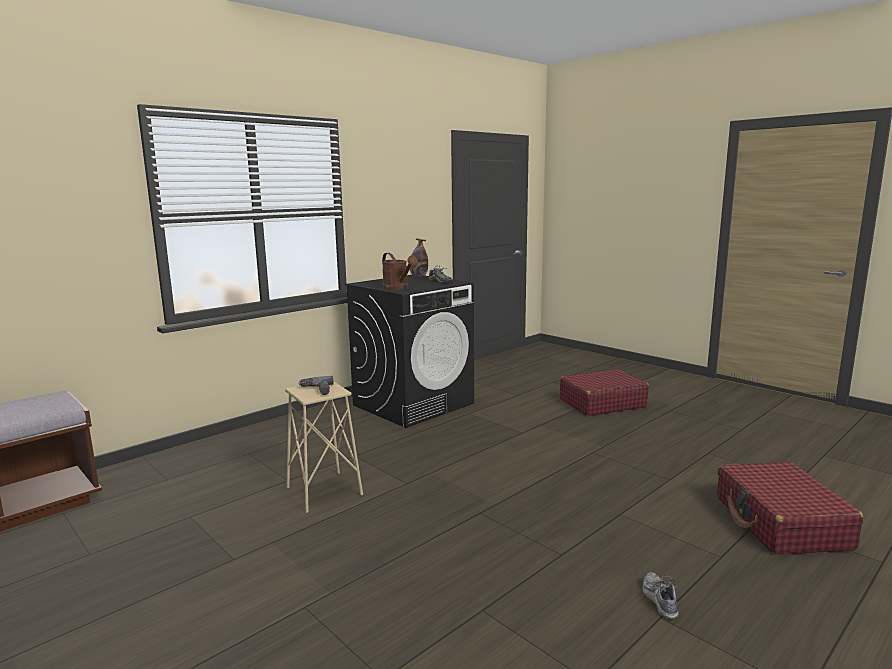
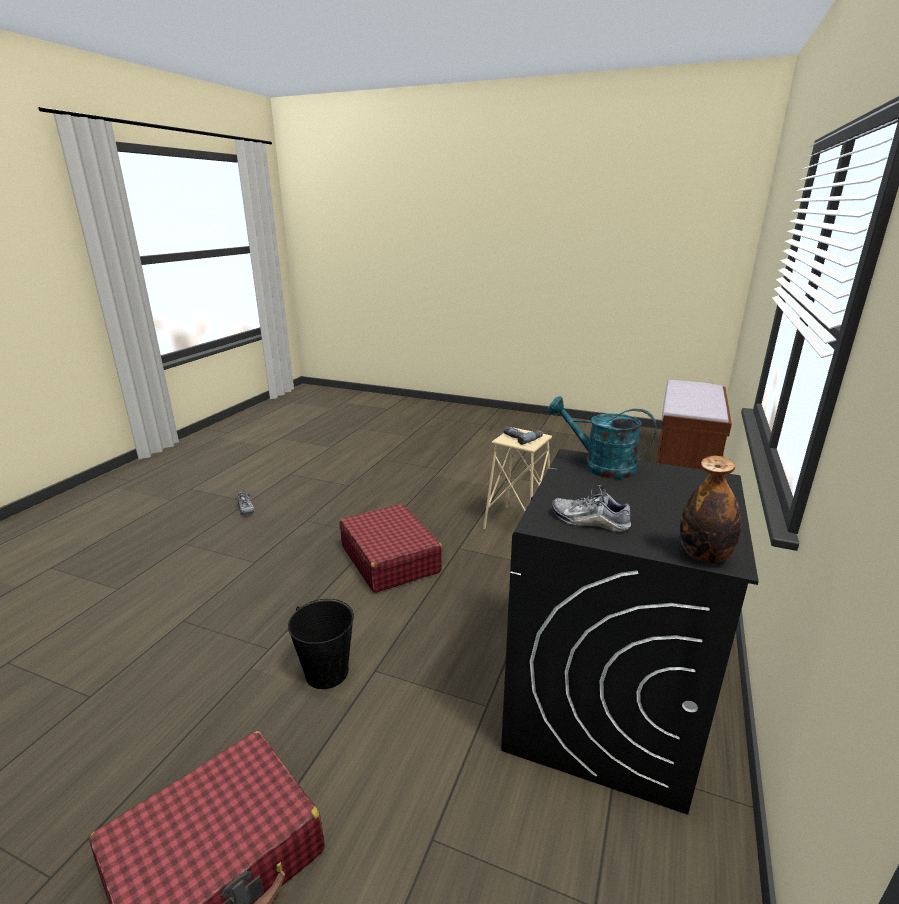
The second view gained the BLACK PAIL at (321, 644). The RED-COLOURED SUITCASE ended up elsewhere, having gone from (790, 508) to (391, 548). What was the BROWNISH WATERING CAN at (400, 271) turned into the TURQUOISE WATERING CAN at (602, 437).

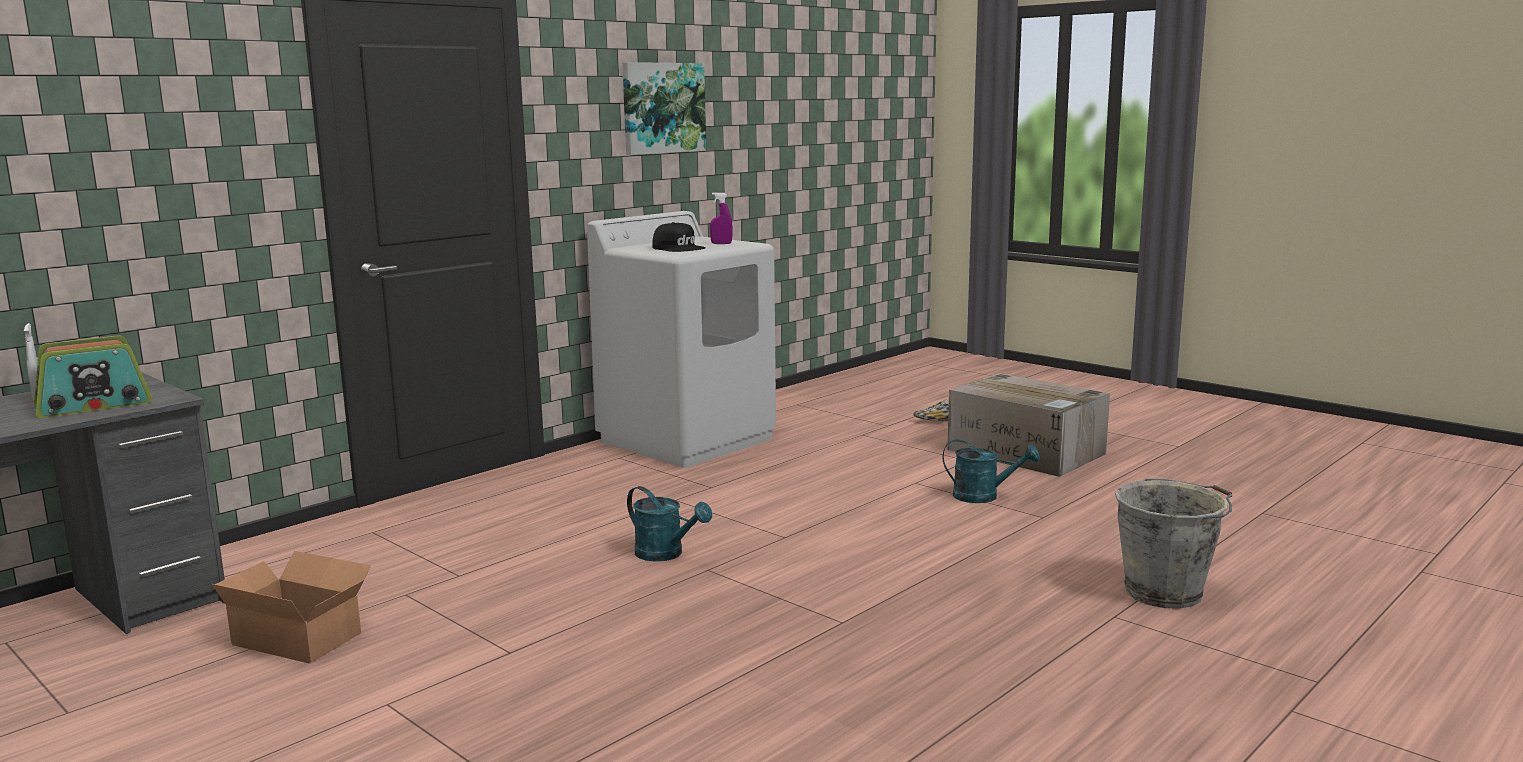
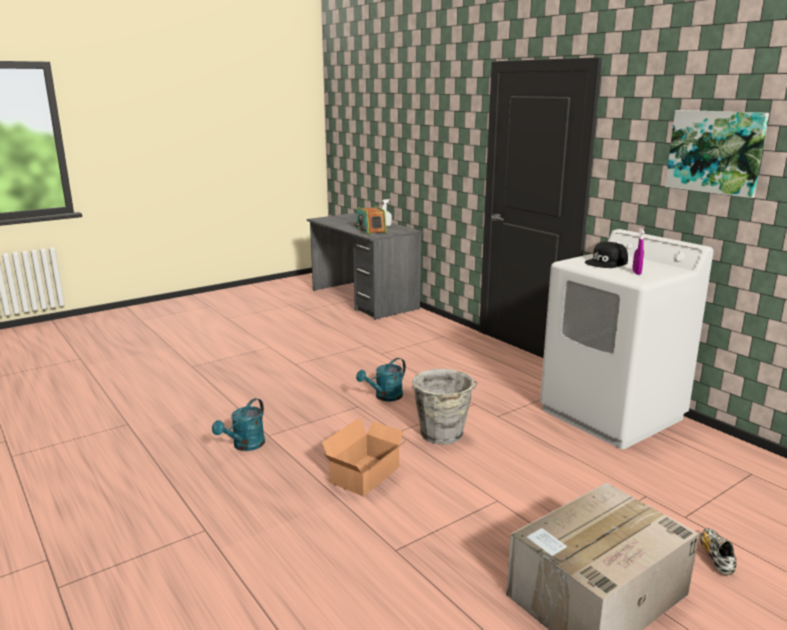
The PACKING BOX ended up elsewhere, having gone from (291, 607) to (366, 457). The TURQUOISE WATERING CAN ended up elsewhere, having gone from (991, 471) to (238, 424). The GRAY PAIL ended up elsewhere, having gone from (1173, 544) to (444, 407).

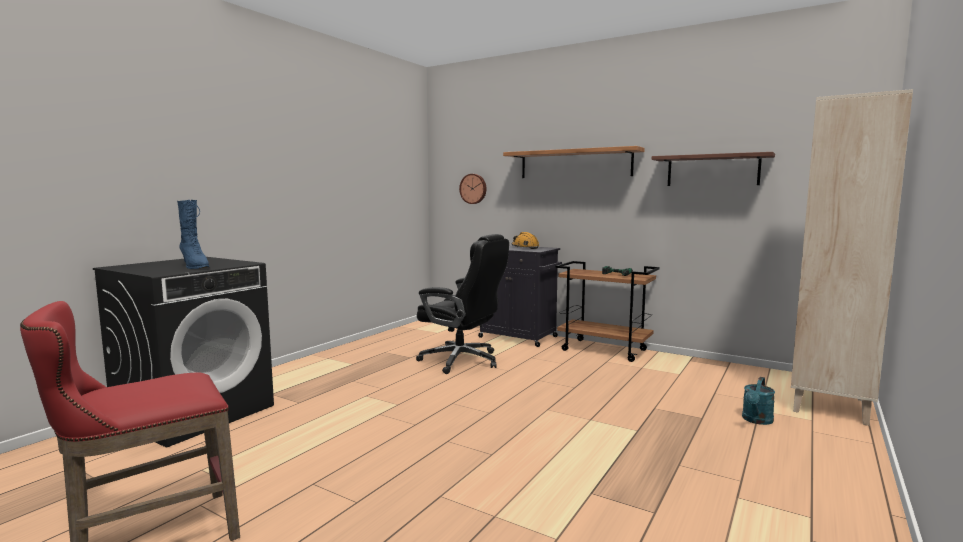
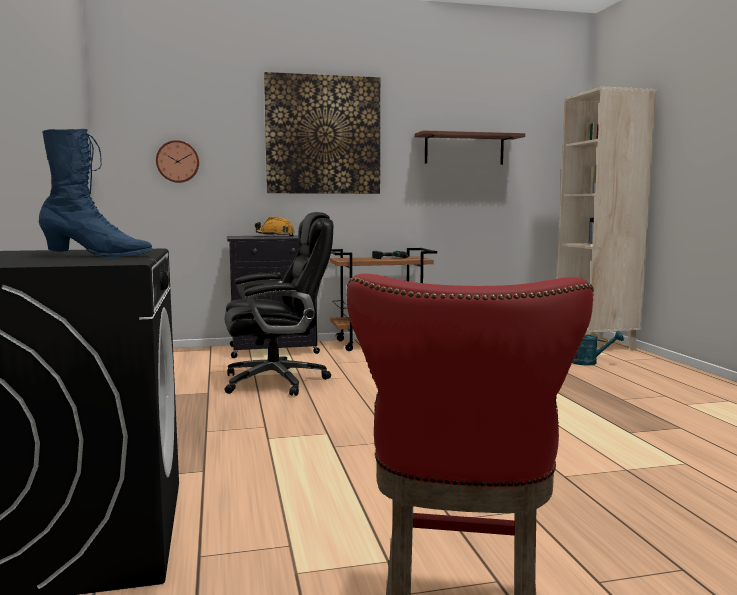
Where the WALL SHELF hung at (574, 162), the WALL ART came to hang at (322, 133). The TURQUOISE WATERING CAN at (758, 401) ended up facing another way, 60 degrees counterclockwise from before.

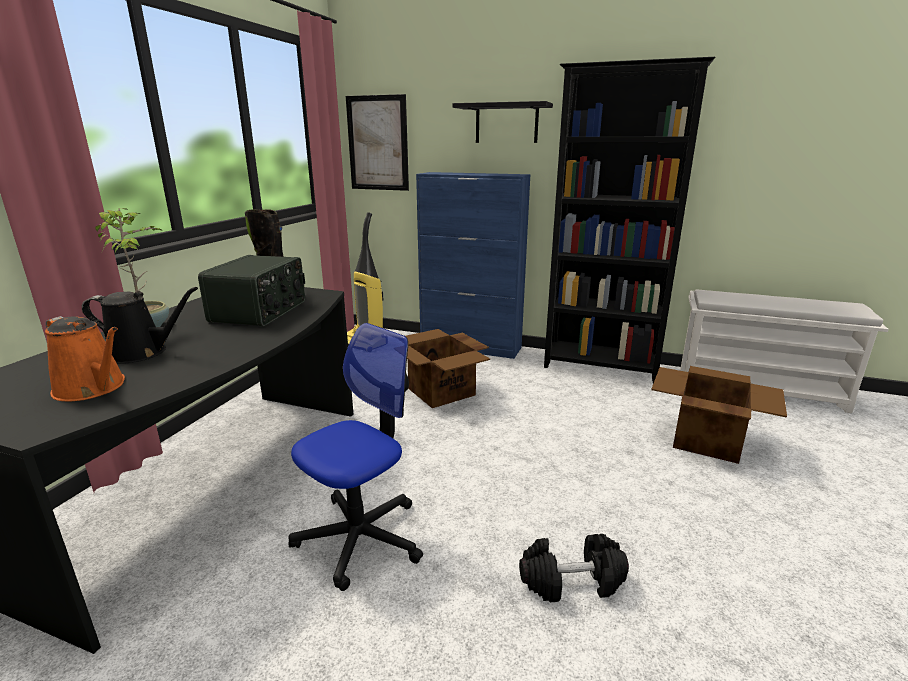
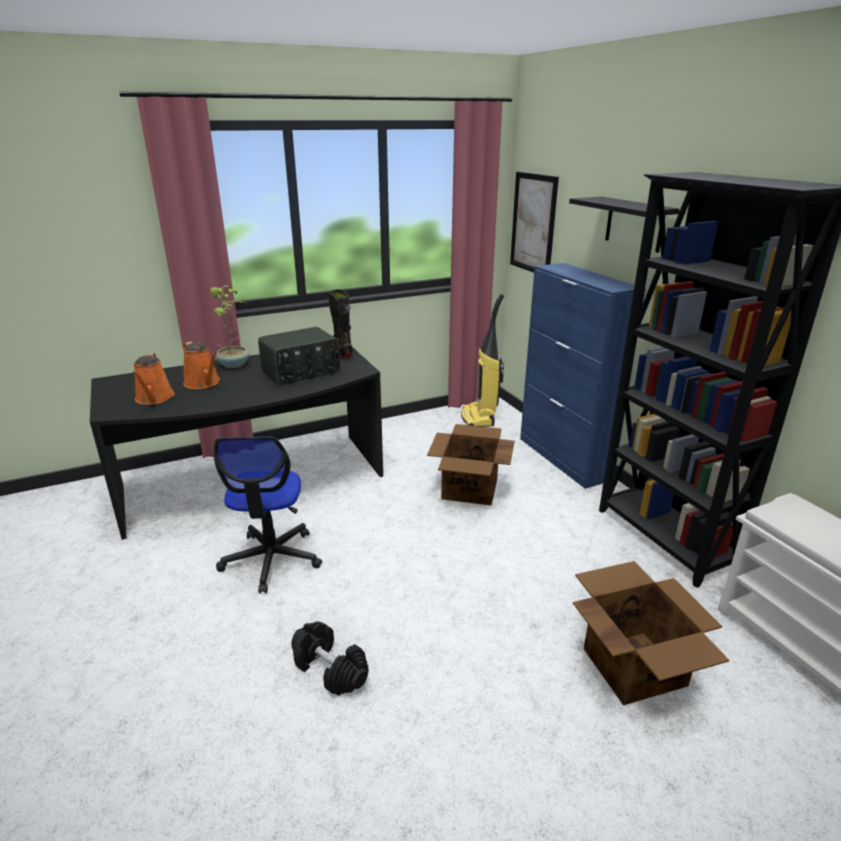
What was the BLACK WATERING CAN at (140, 325) turned into the ORANGE-COLOURED WATERING CAN at (201, 365). The COMPUTER CHAIR at (355, 457) ended up facing another way, 90 degrees clockwise from before.

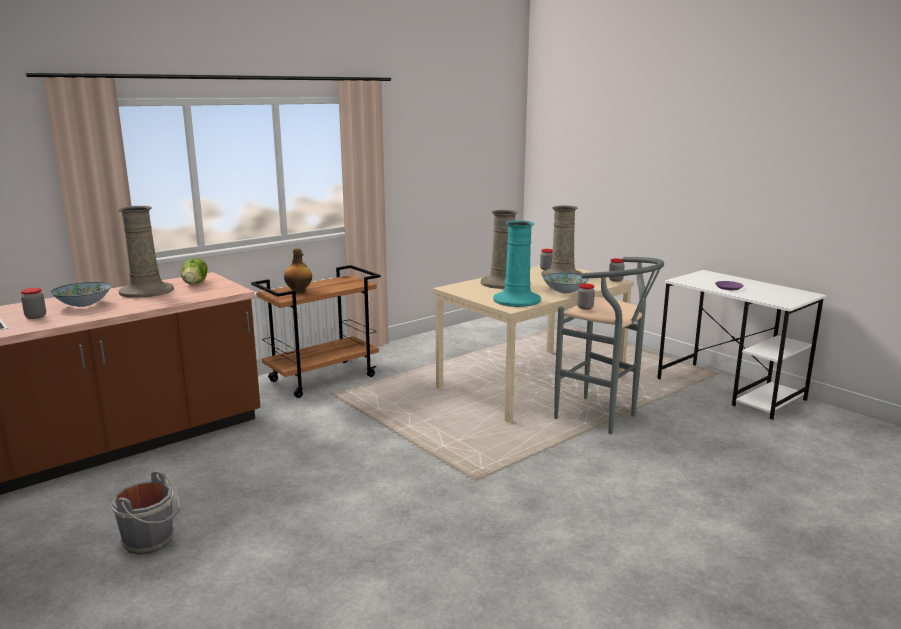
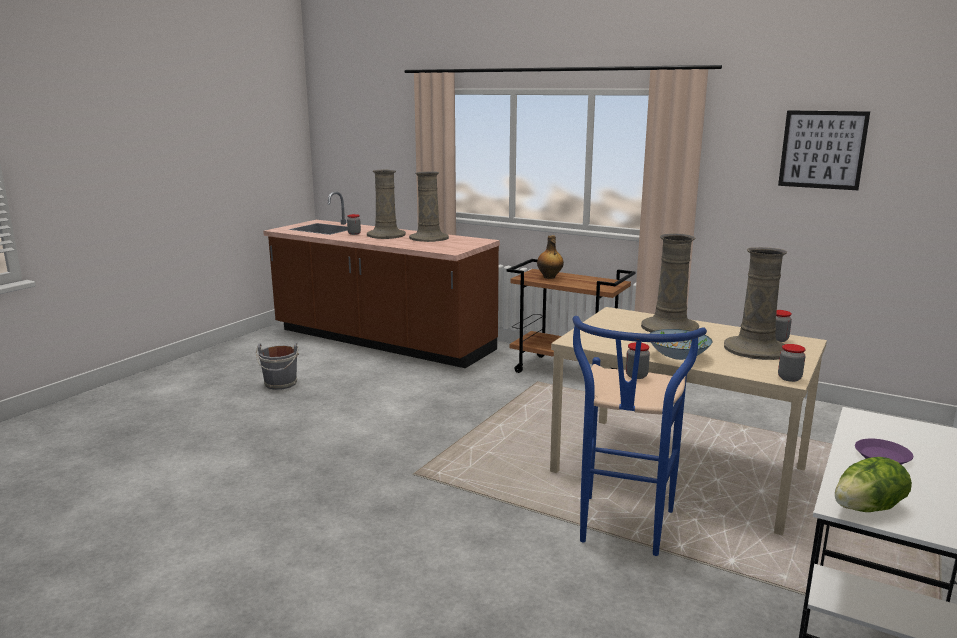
The second view lost the TURQUOISE VASE at (517, 263). The second view gained the WALL ART at (824, 150). The LETTUCE ended up elsewhere, having gone from (194, 271) to (873, 484). Where the BOWL stood at (81, 294), the BEIGE-COLOURED VASE came to stand at (386, 204). What was the GRAY STOOL at (609, 345) turned into the BLUISH STOOL at (640, 436).

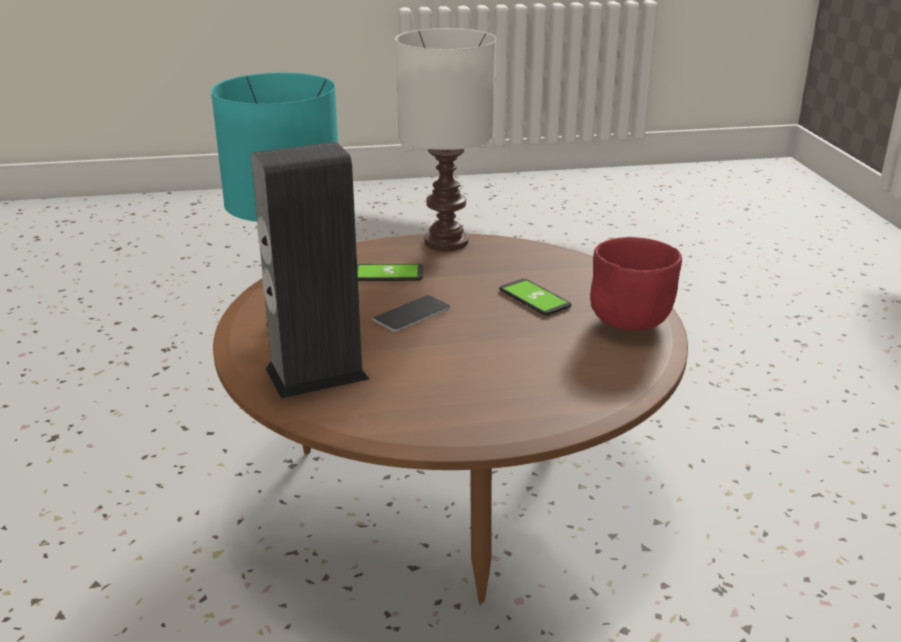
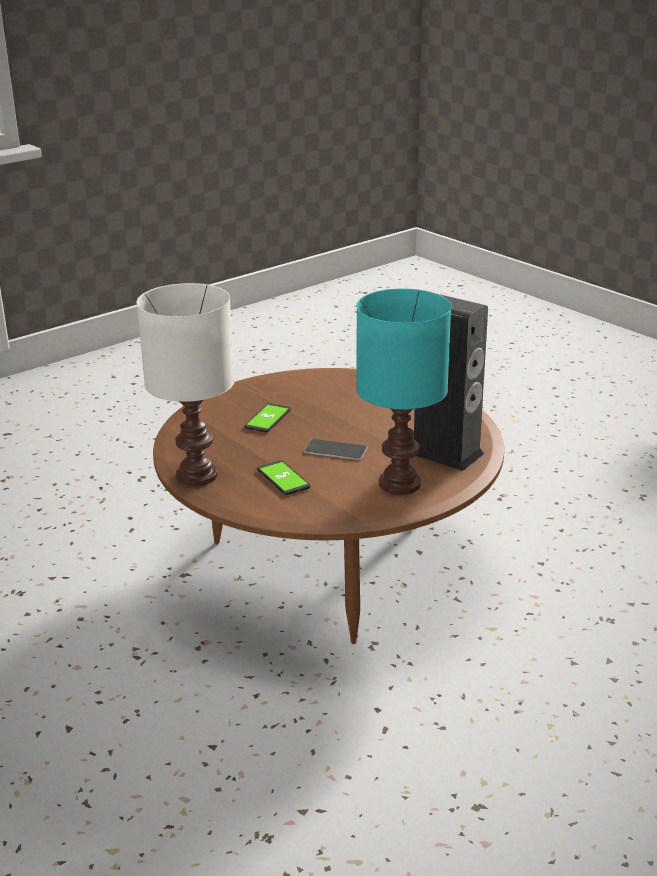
The second view lost the RED-COLOURED BOWL at (636, 284).

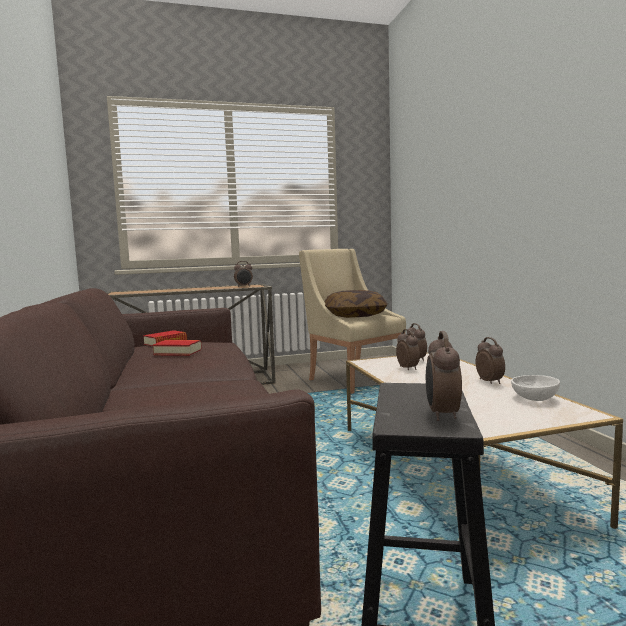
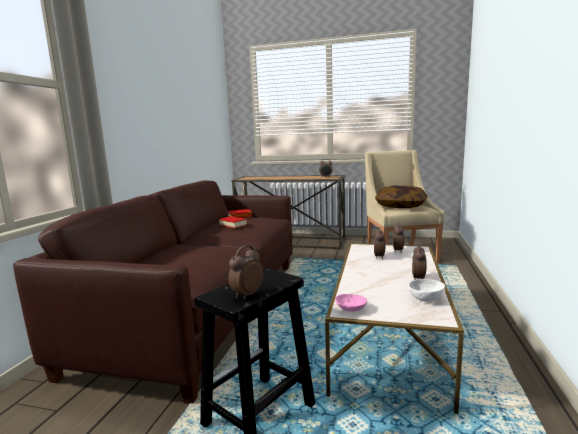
The second view gained the PINK BOWL at (351, 303).

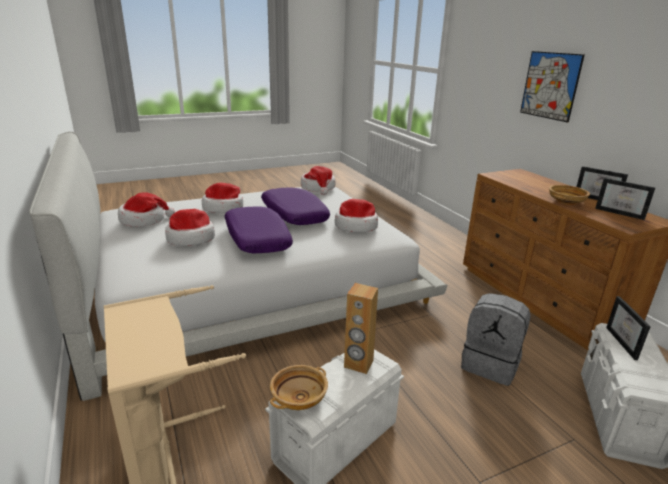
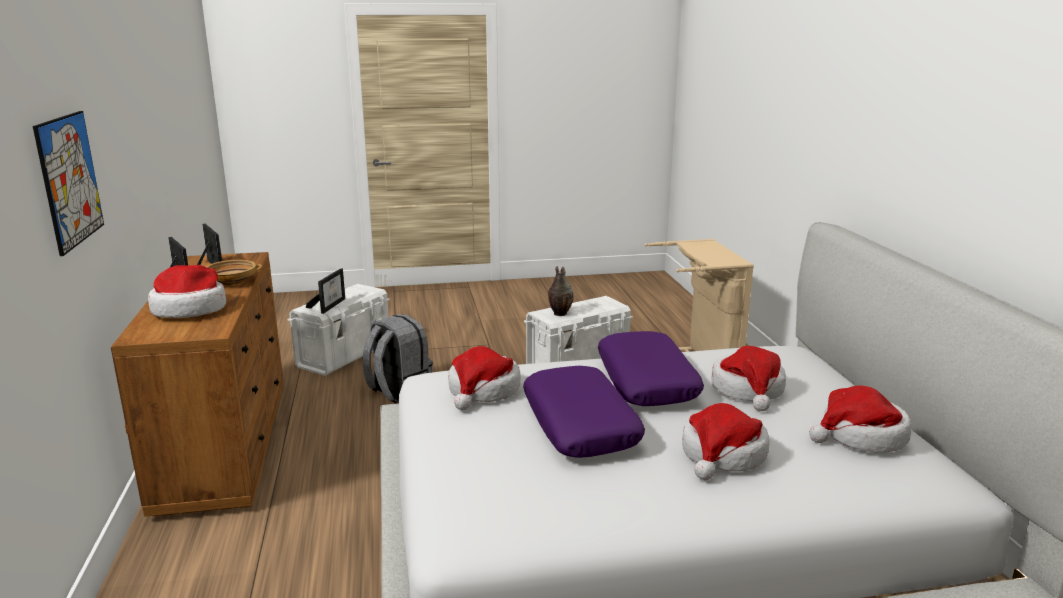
The second view lost the BEIGE-COLOURED BOWL at (299, 387). The CLOTHING HAT ended up elsewhere, having gone from (318, 180) to (187, 291). Where the BROWNISH LOUDSPEAKER stood at (361, 328), the VASE came to stand at (561, 291).

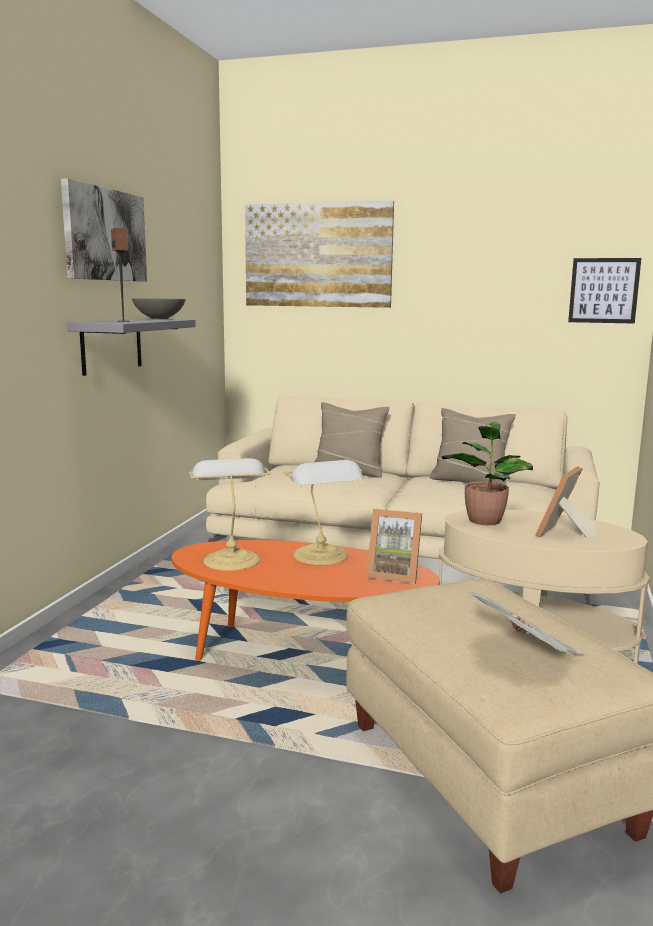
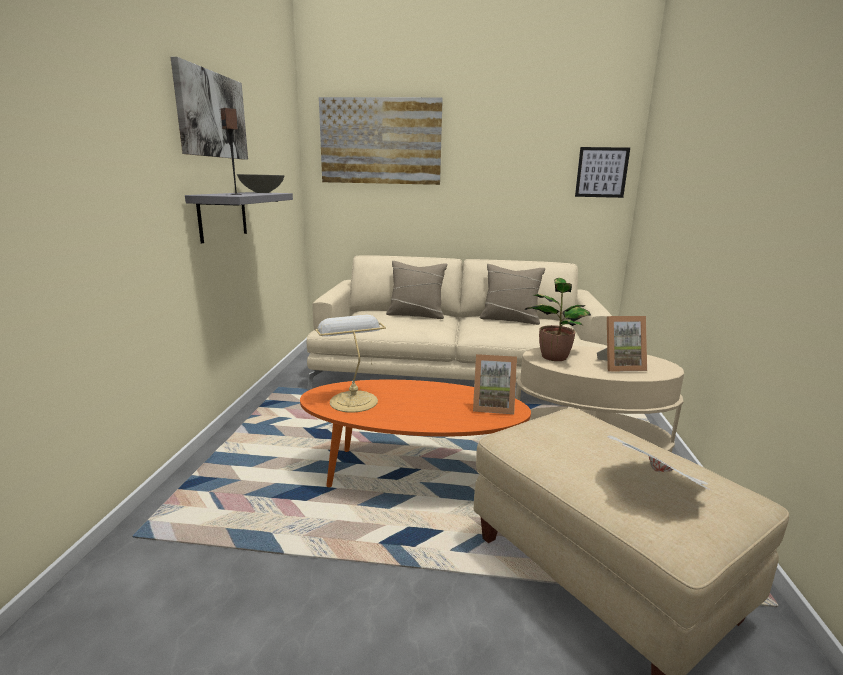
The second view lost the LAMP FOR A TABLE at (323, 512). The STANDING FRAME at (566, 502) ended up facing another way, 120 degrees counterclockwise from before.

